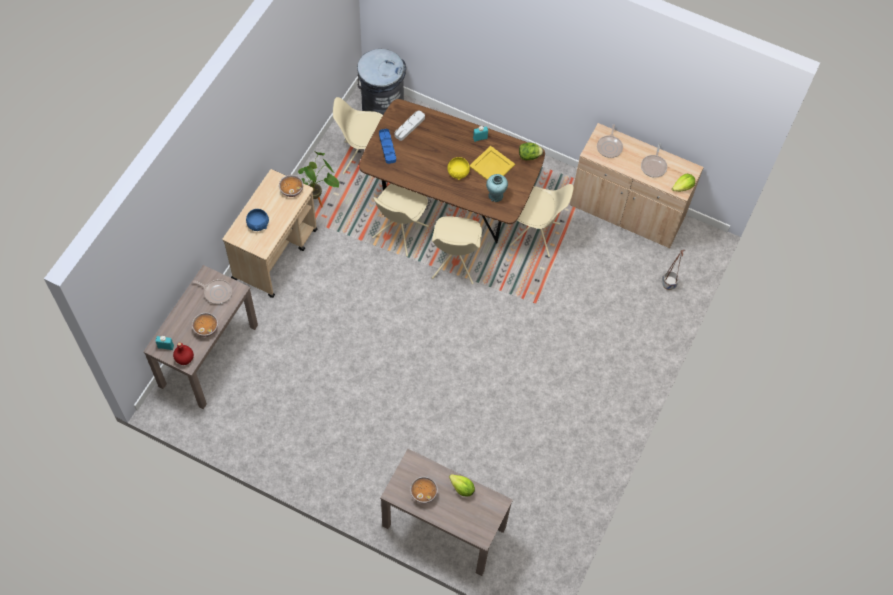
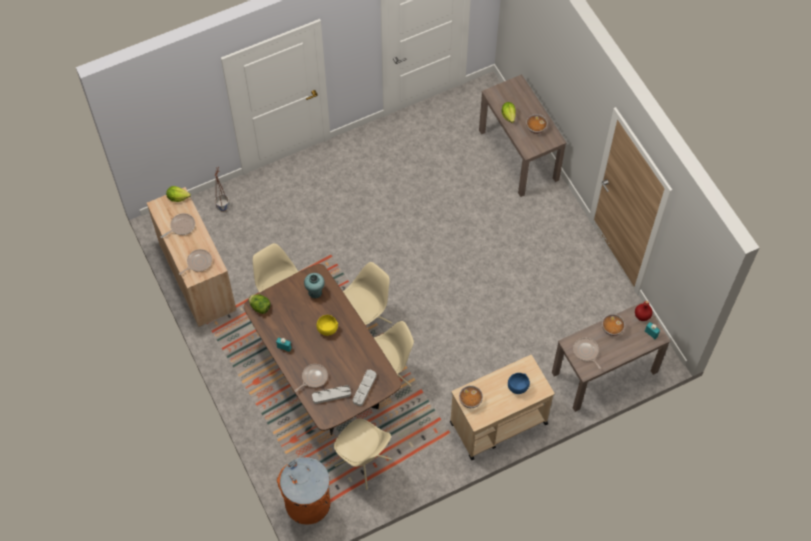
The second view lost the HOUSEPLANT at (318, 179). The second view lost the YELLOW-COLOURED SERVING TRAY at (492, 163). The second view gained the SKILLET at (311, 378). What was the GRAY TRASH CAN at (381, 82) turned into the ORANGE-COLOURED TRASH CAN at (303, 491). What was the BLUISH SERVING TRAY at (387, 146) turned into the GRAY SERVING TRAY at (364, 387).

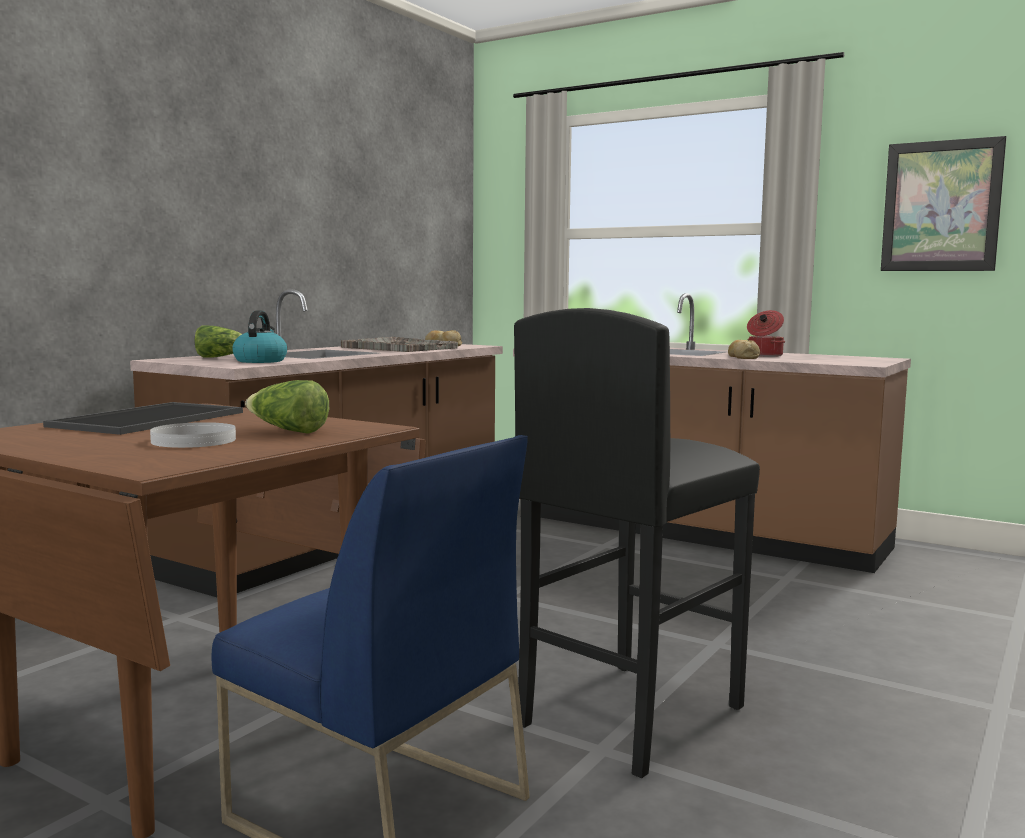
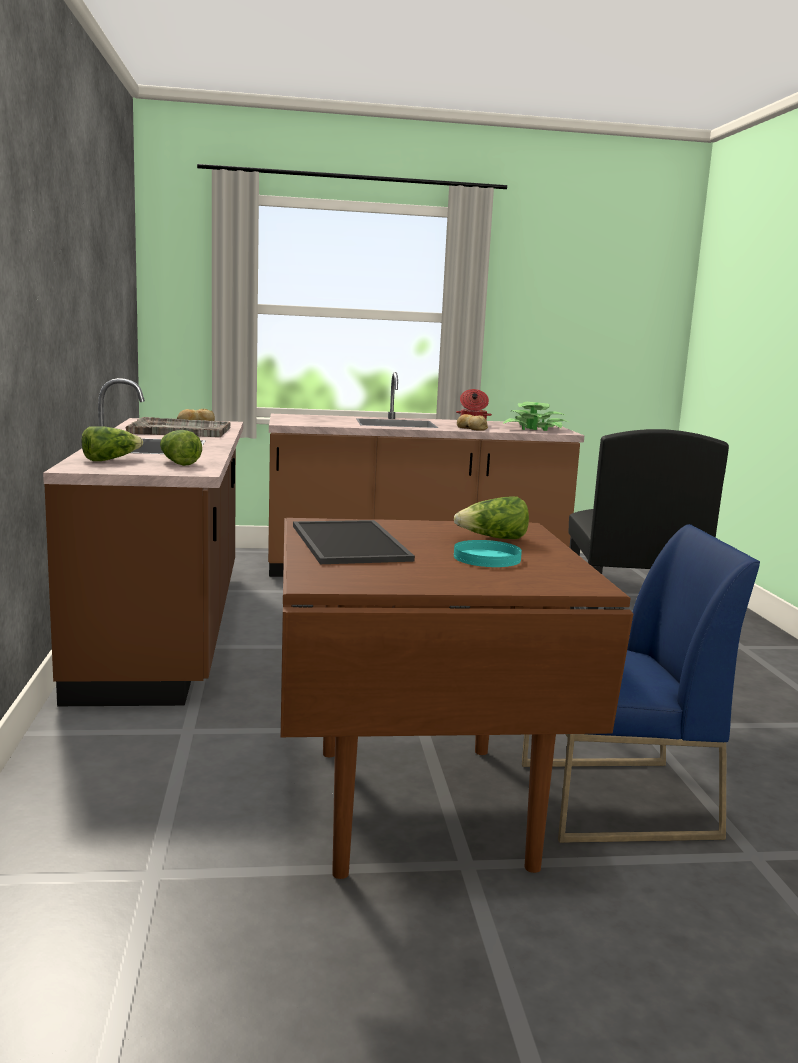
The second view lost the WALL ART at (943, 203). The second view gained the HOUSEPLANT at (535, 416). Where the TEA KETTLE stood at (259, 336), the LETTUCE came to stand at (181, 448). What was the WHITE PLATE at (193, 435) turned into the TURQUOISE PLATE at (488, 553).

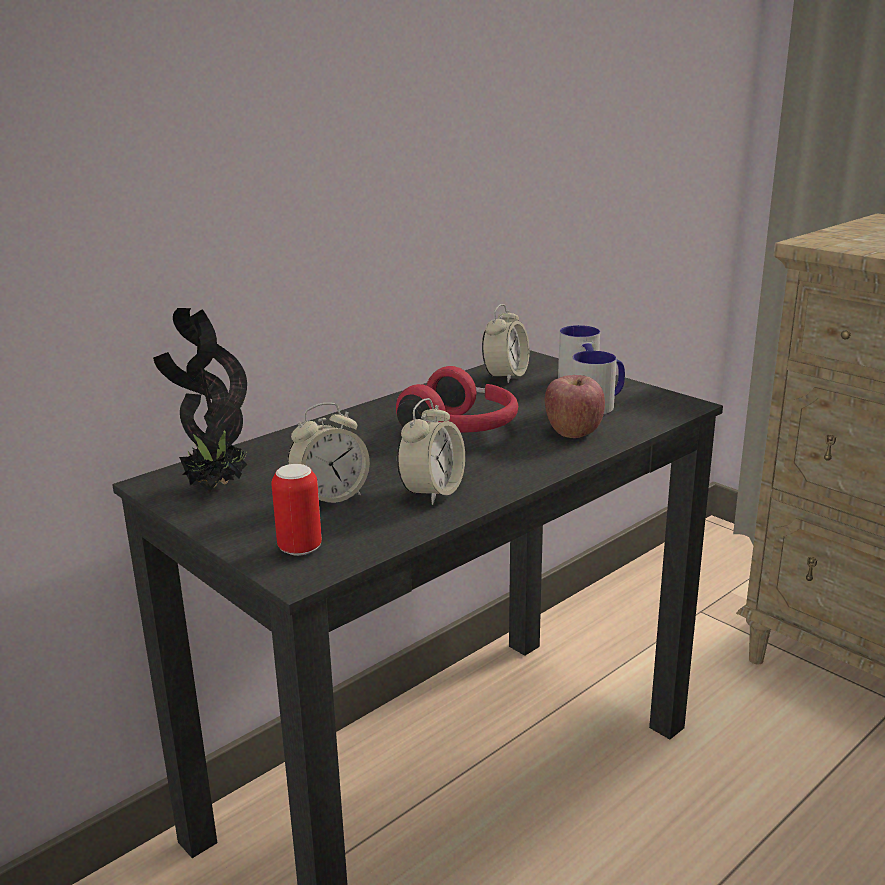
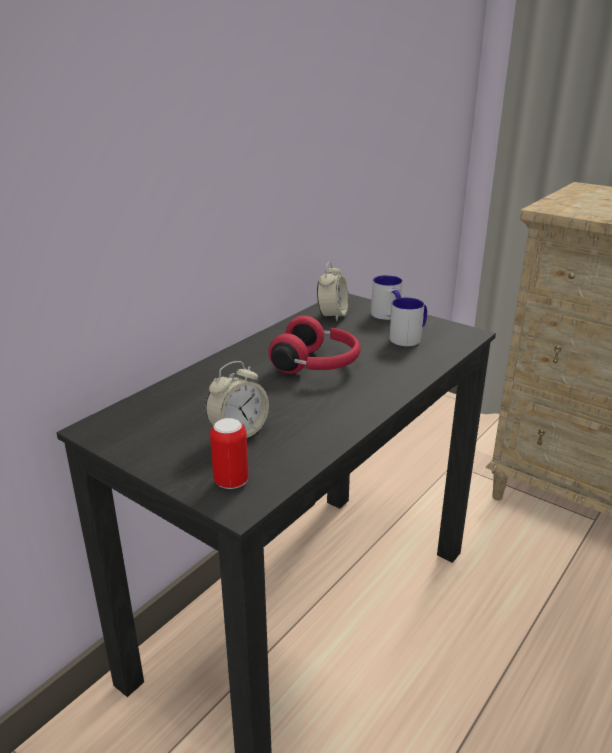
The second view lost the HOUSEPLANT at (200, 399). The second view lost the BEDSIDE CLOCK at (431, 451). The second view lost the APPLE at (575, 406).

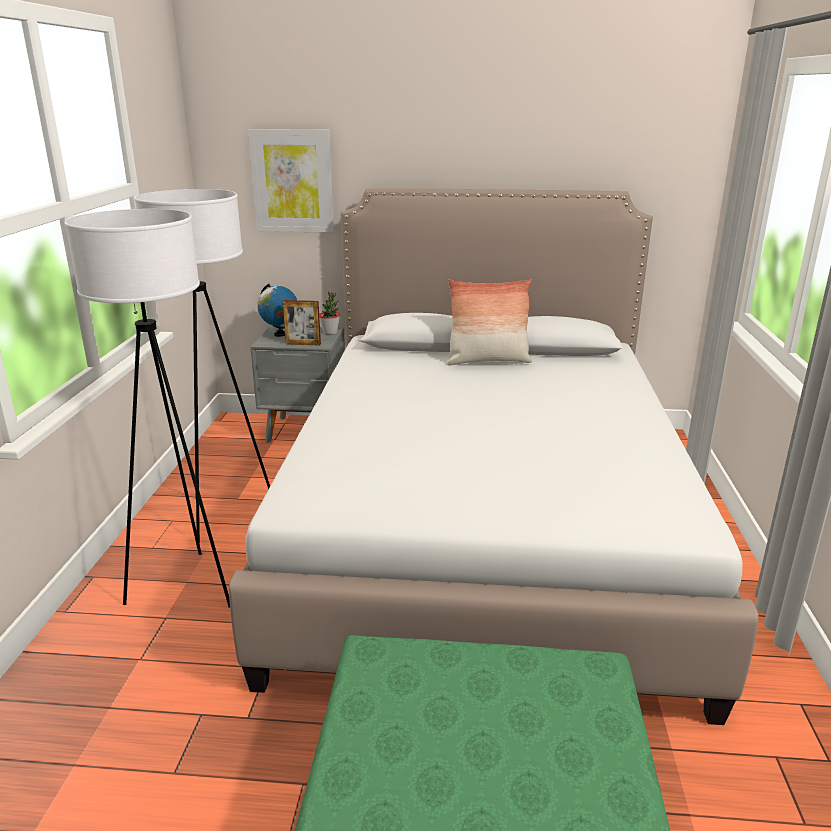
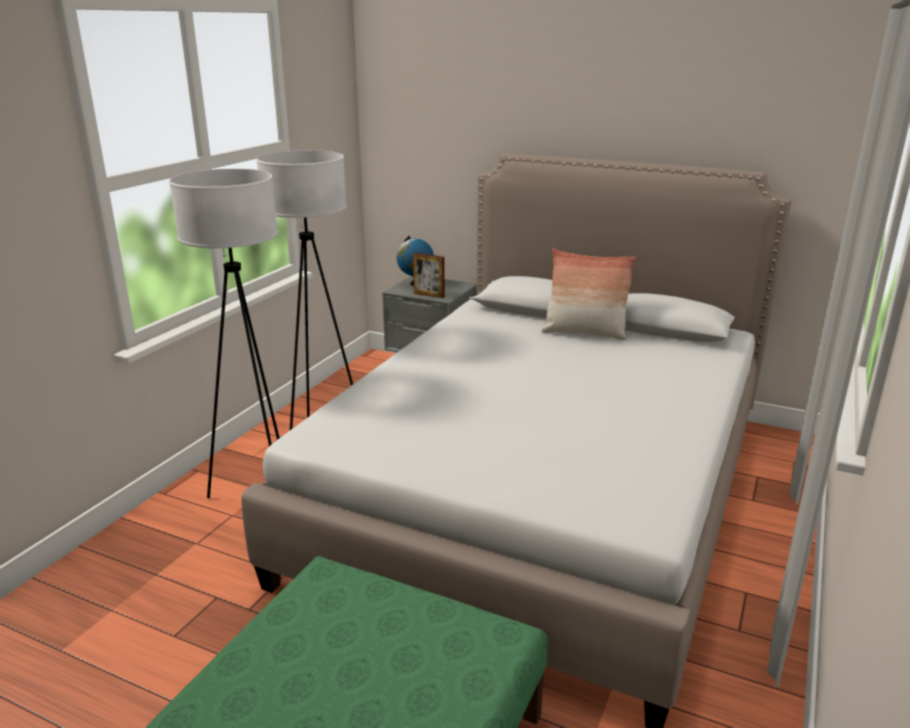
The second view lost the WALL ART at (291, 181). The second view lost the HOUSEPLANT at (329, 313).

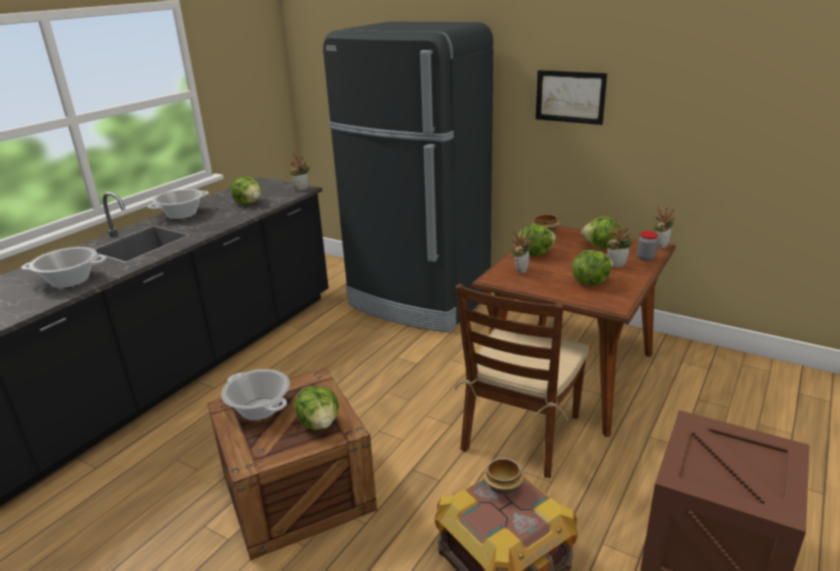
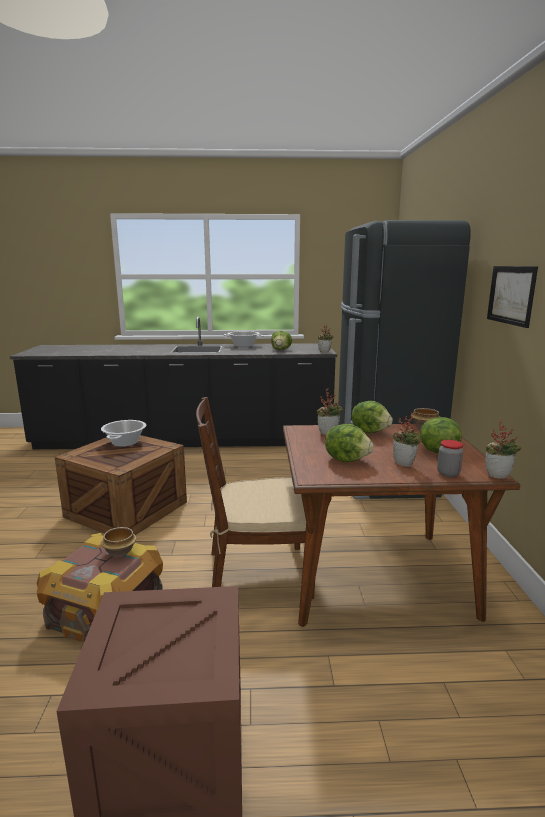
The second view lost the COOKING POT at (64, 267). The second view lost the LETTUCE at (317, 408).

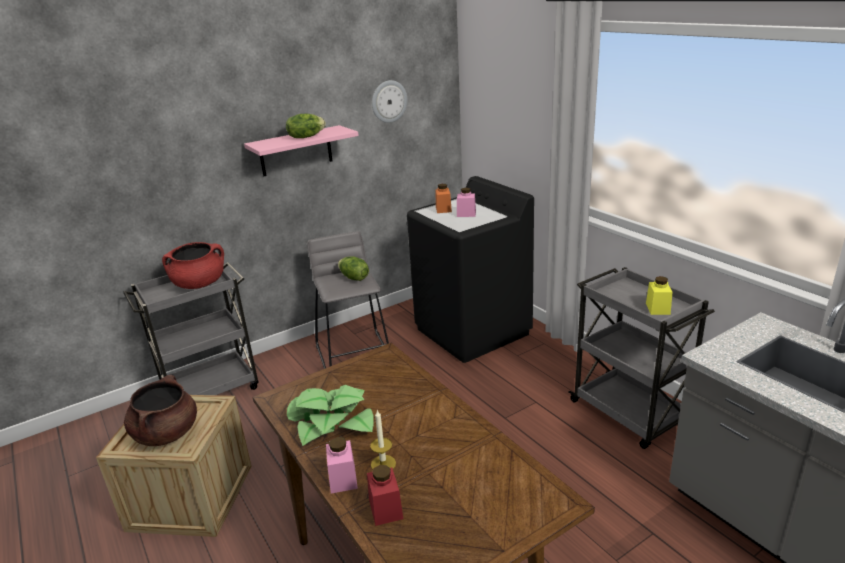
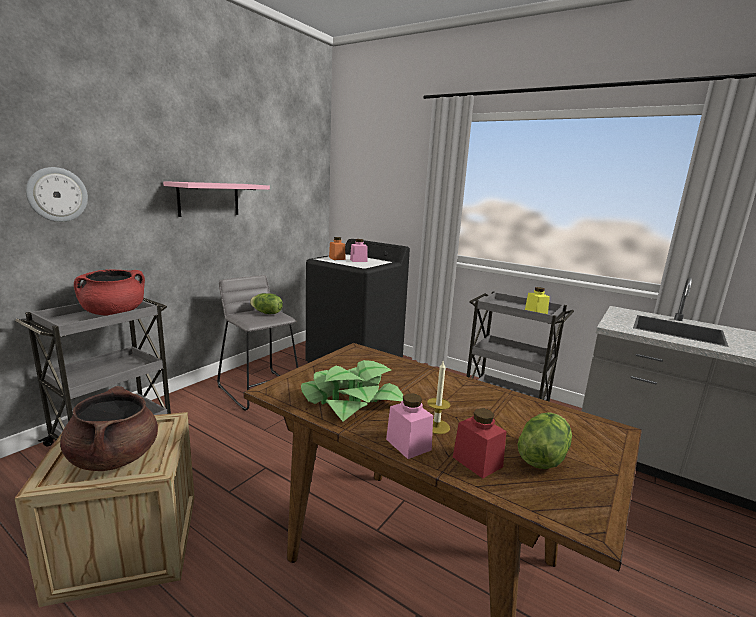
The LETTUCE ended up elsewhere, having gone from (306, 126) to (545, 440). The HANGING CLOCK ended up elsewhere, having gone from (389, 101) to (57, 194).

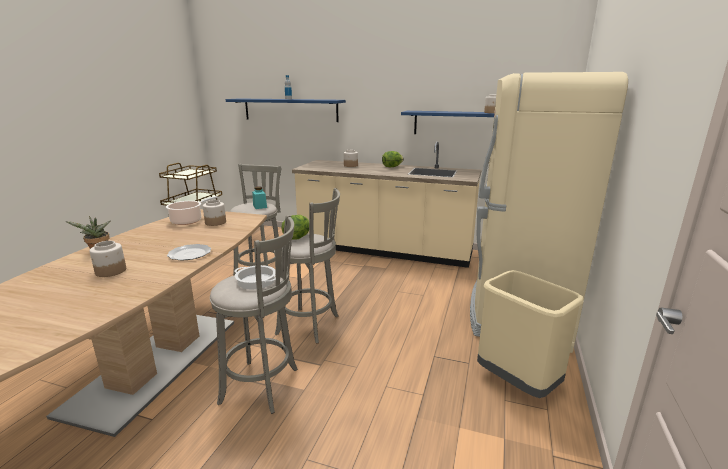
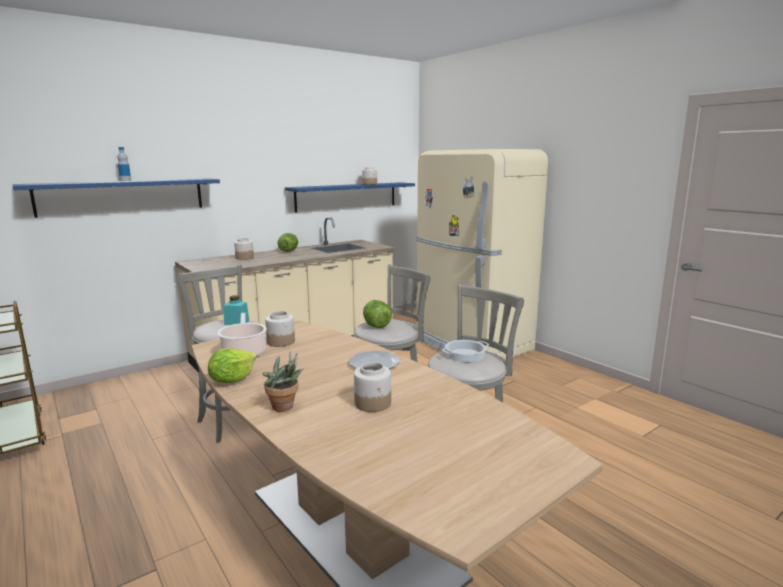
The second view lost the BEIGE-COLOURED TRASH CAN at (530, 334). The second view gained the LETTUCE at (232, 365).

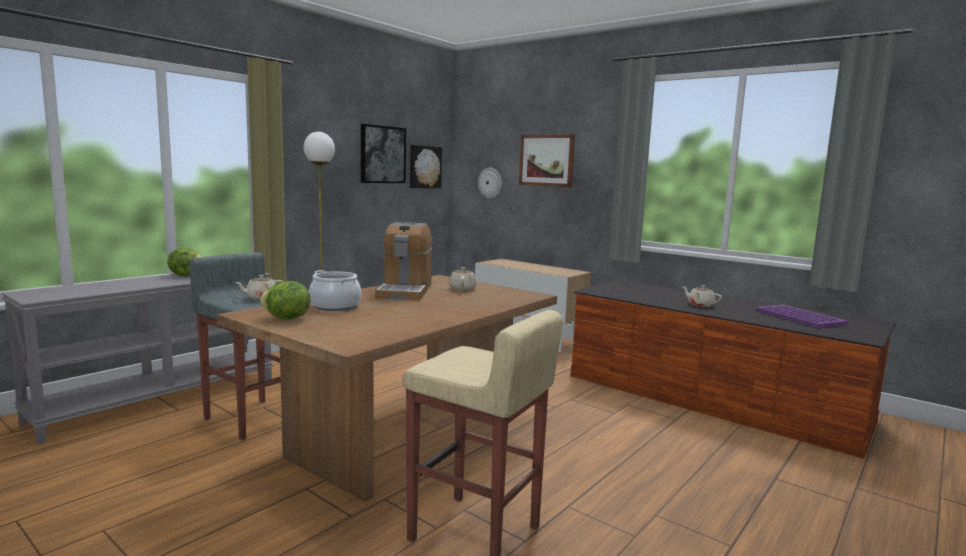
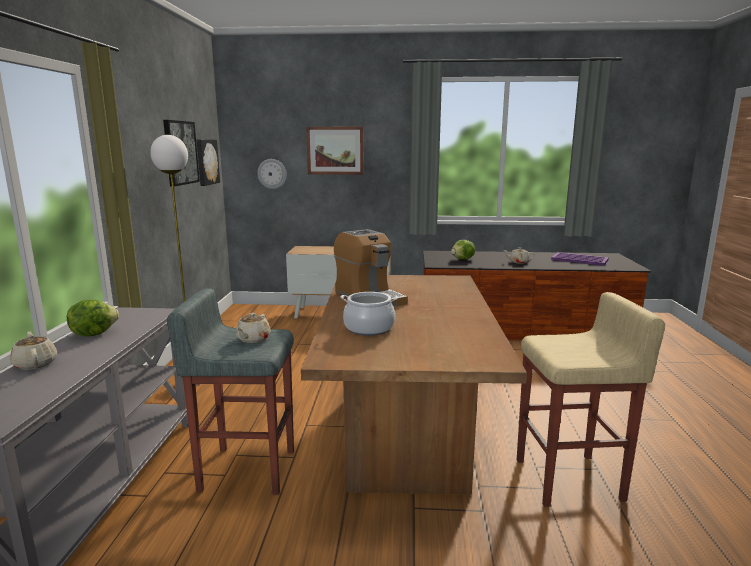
The LETTUCE ended up elsewhere, having gone from (285, 300) to (463, 250). The BEIGE-COLOURED TEA POT ended up elsewhere, having gone from (463, 279) to (33, 351).

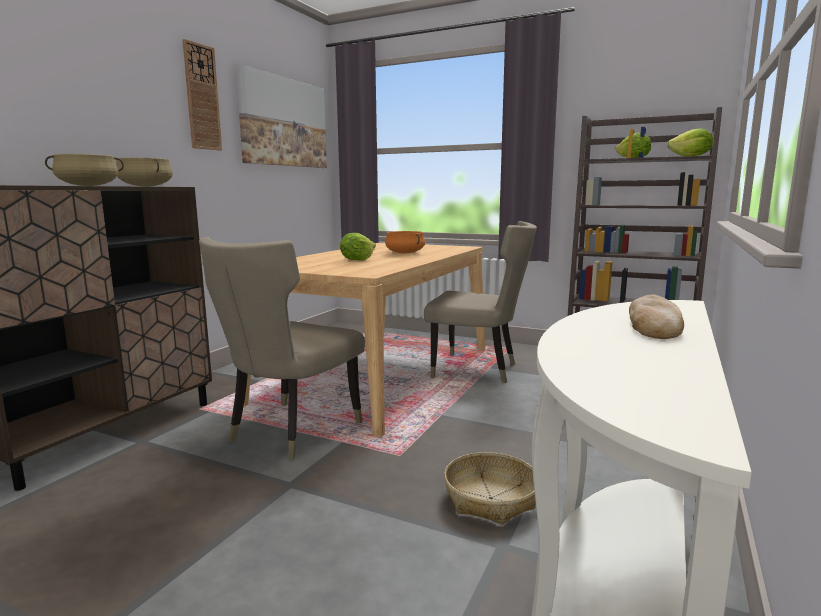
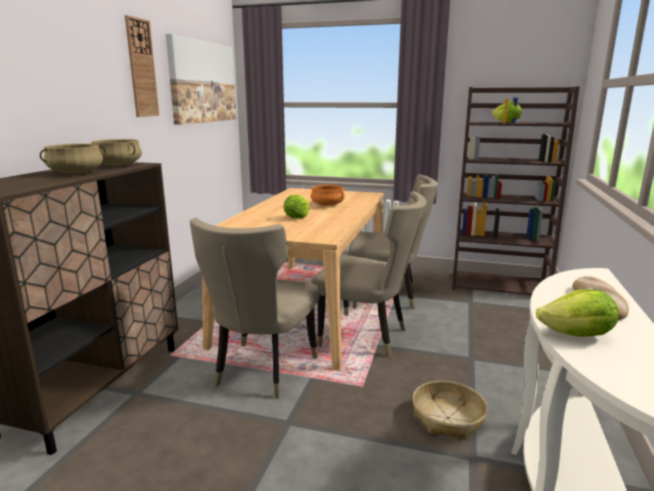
The second view gained the BEIGE-COLOURED UPRIGHT CHAIR at (369, 274). The LETTUCE ended up elsewhere, having gone from (690, 142) to (577, 313).

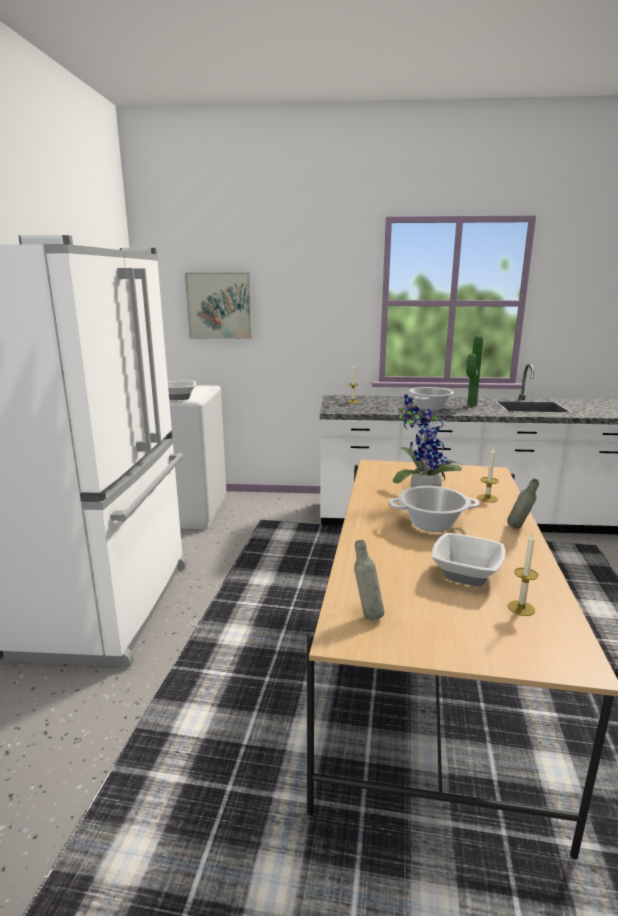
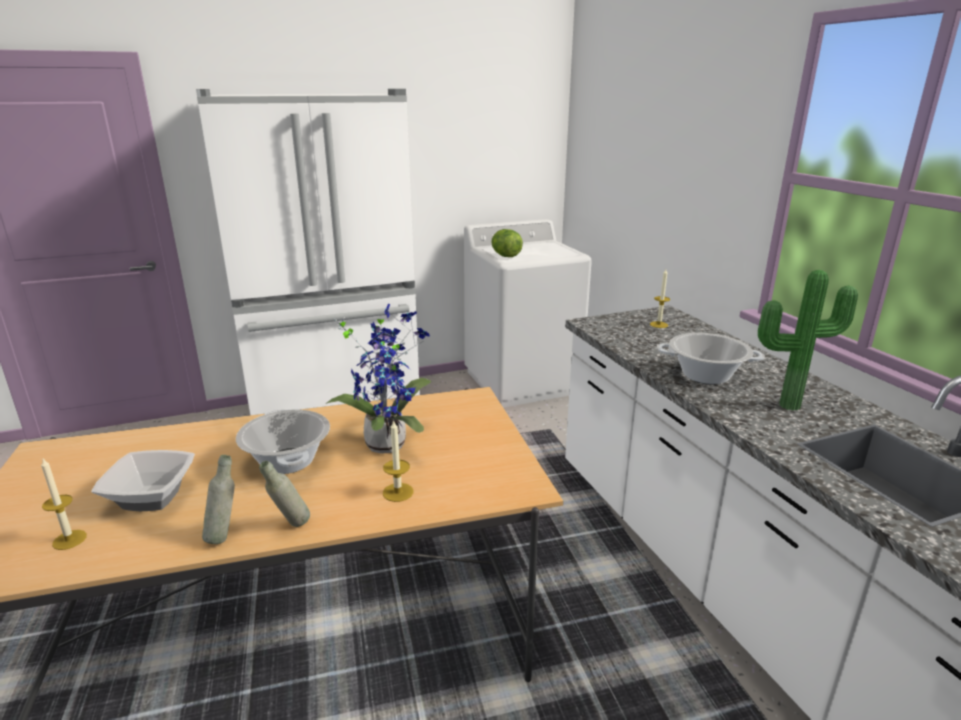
The second view lost the WALL ART at (218, 305). The GRAY BEVERAGE BOTTLE ended up elsewhere, having gone from (369, 580) to (218, 499). Where the BOWL stood at (182, 390), the LETTUCE came to stand at (507, 243).

